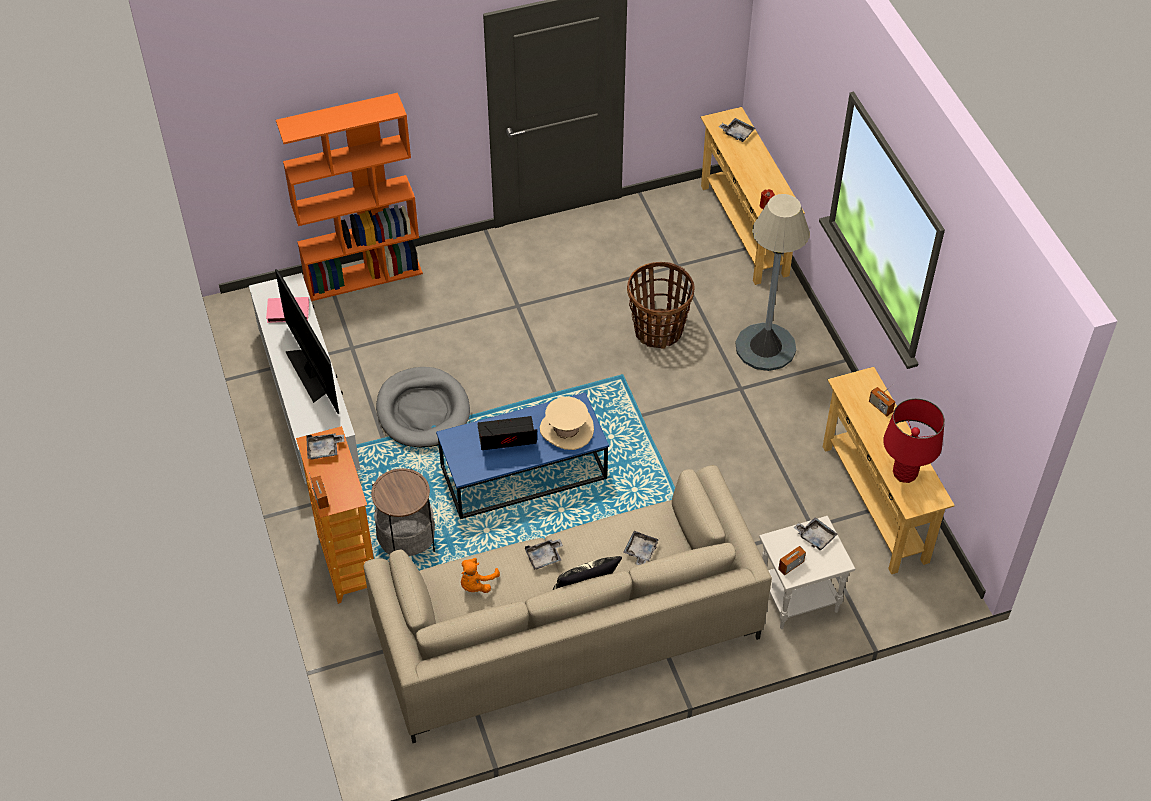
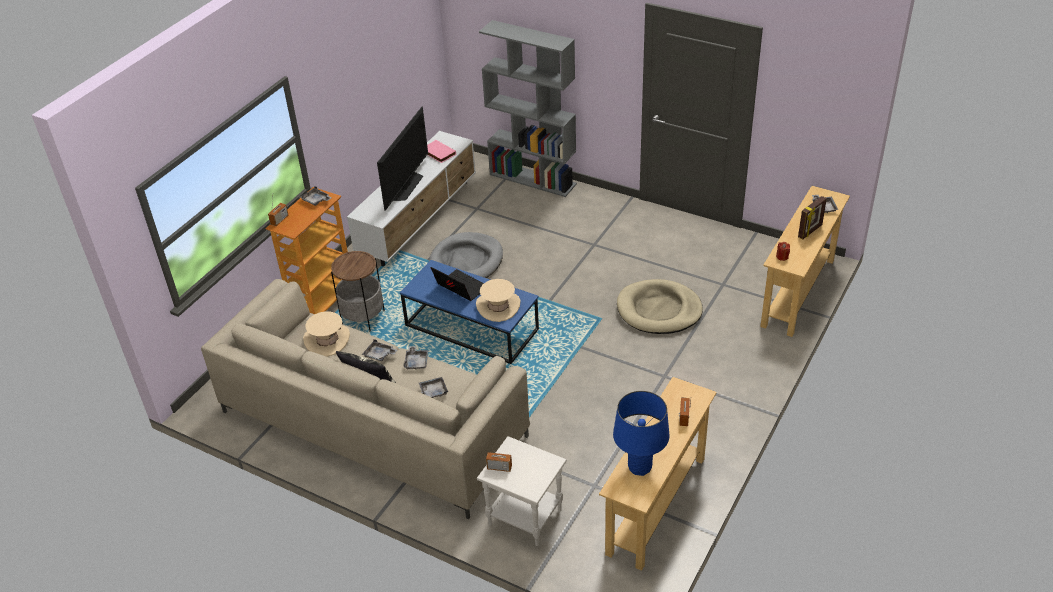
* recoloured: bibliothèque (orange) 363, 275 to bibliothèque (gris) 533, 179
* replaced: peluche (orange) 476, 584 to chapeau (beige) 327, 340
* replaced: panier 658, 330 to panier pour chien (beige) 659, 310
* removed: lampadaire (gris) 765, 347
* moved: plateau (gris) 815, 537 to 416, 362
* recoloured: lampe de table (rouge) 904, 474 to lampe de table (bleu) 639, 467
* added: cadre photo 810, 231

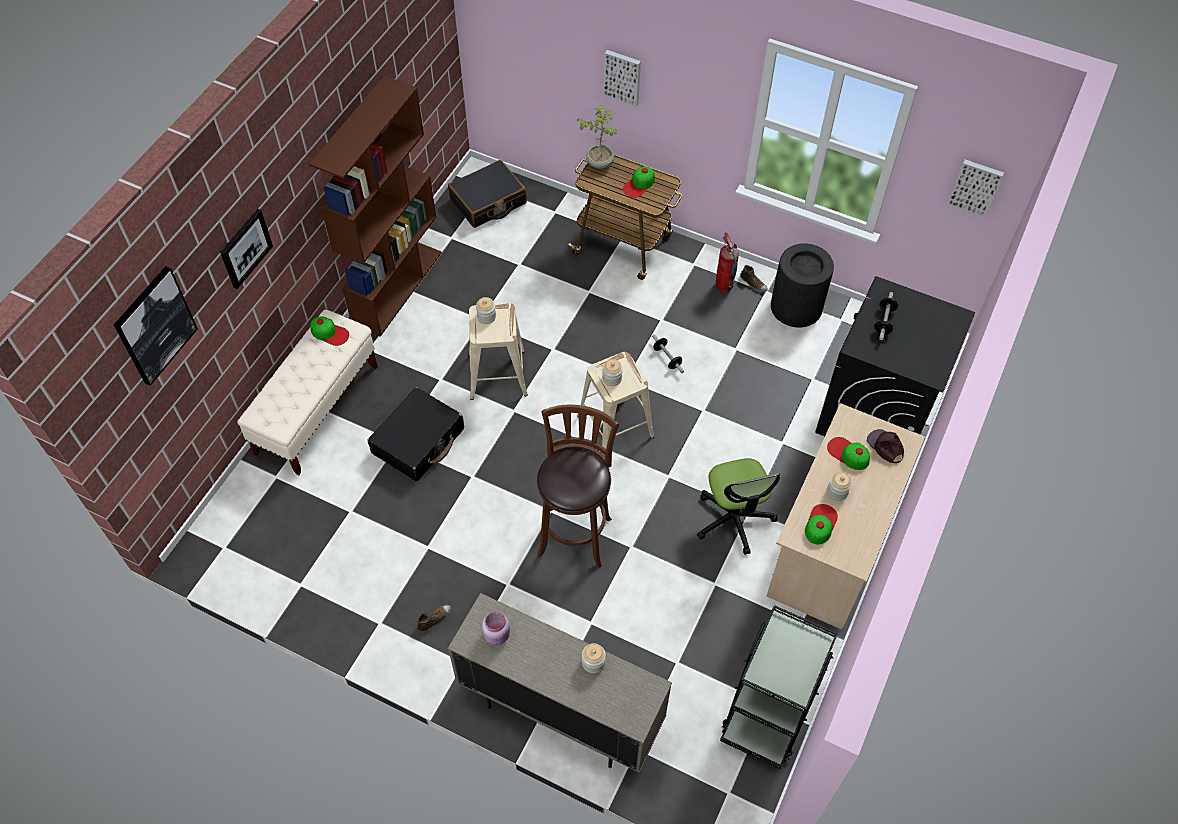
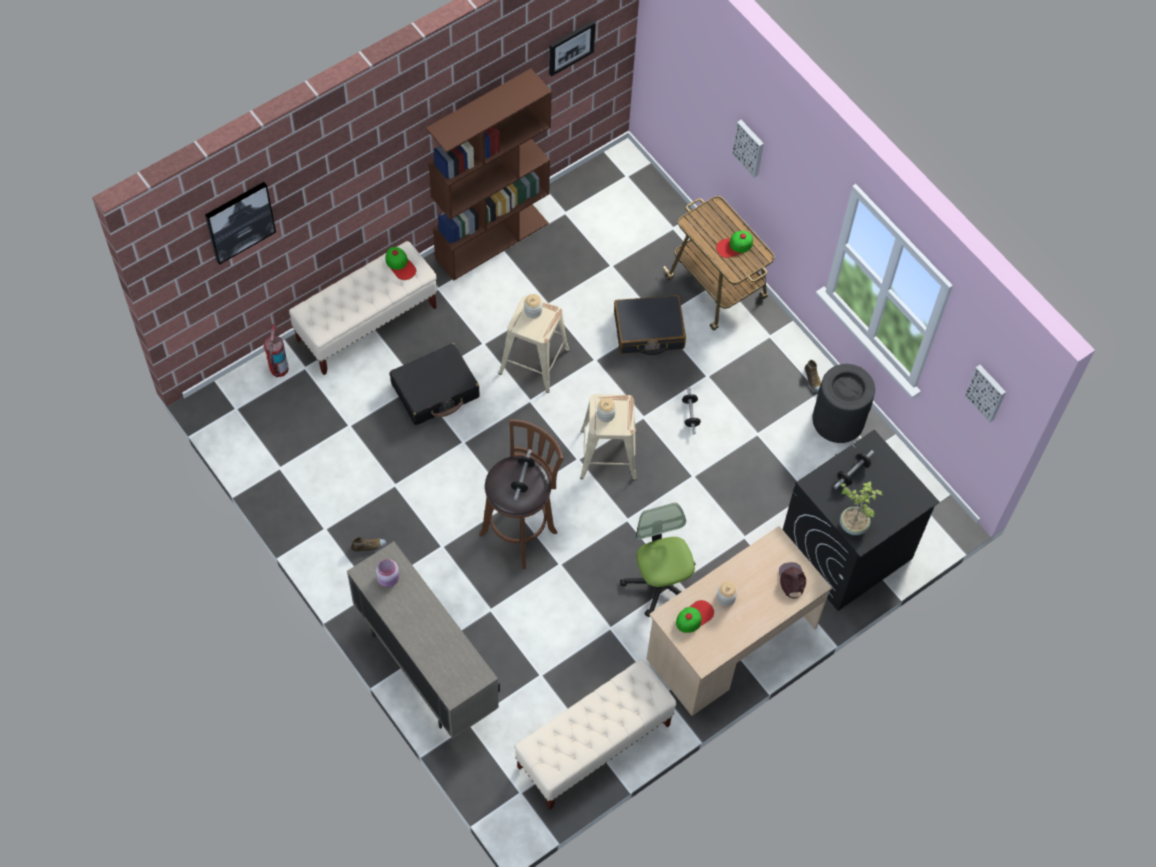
* moved: tableau 245, 248 to 570, 47
* moved: valise (noir) 488, 202 to 648, 331
* moved: plante en pot 599, 162 to 853, 524
* removed: bocal 593, 662
* turned: chaise de bureau 734, 519 = 660, 582 150 degrees clockwise
* moved: extincteur 724, 285 to 278, 369
* replaced: chariot (noir) 770, 707 to banc (beige) 593, 746
* removed: casquette 848, 454
* added: haltère 522, 478

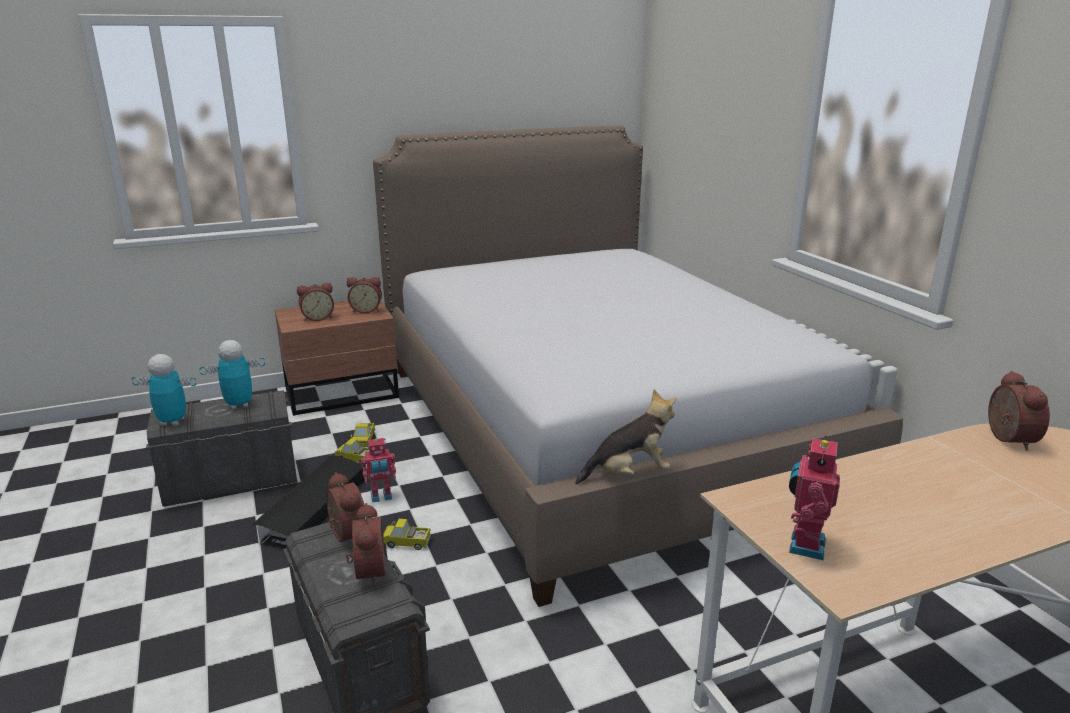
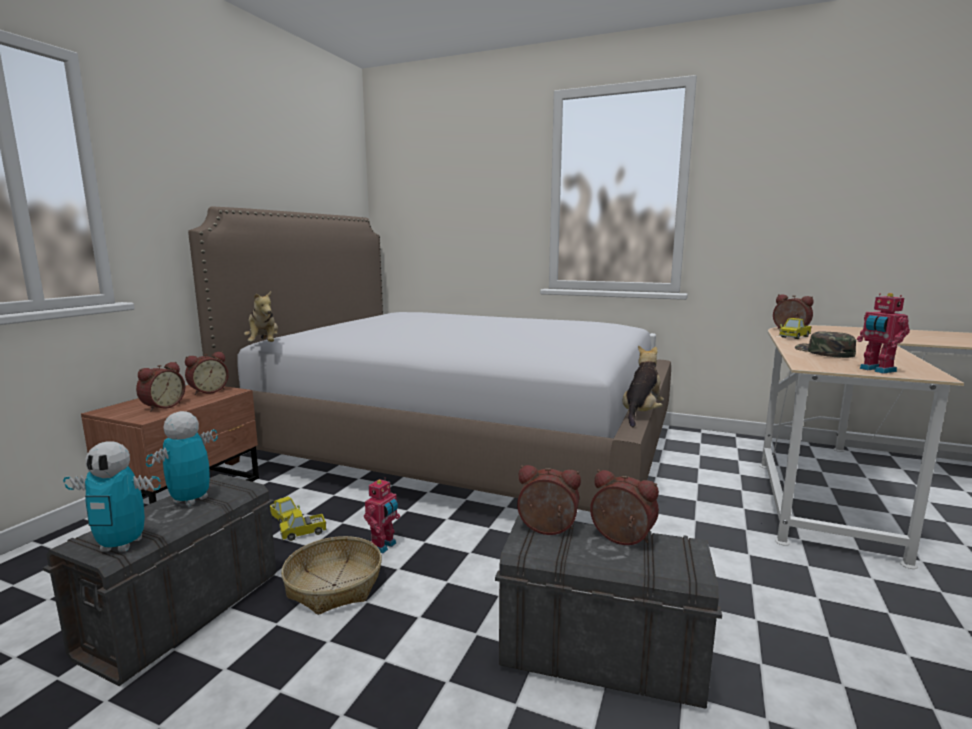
* turned: robot jouet 172, 422 = 122, 545 135 degrees counterclockwise
* replaced: boîte de rangement (noir) 313, 509 to panier 334, 585
* moved: camion jouet 406, 543 to 794, 337
* added: peluche 264, 345
* added: casquette (vert) 823, 352

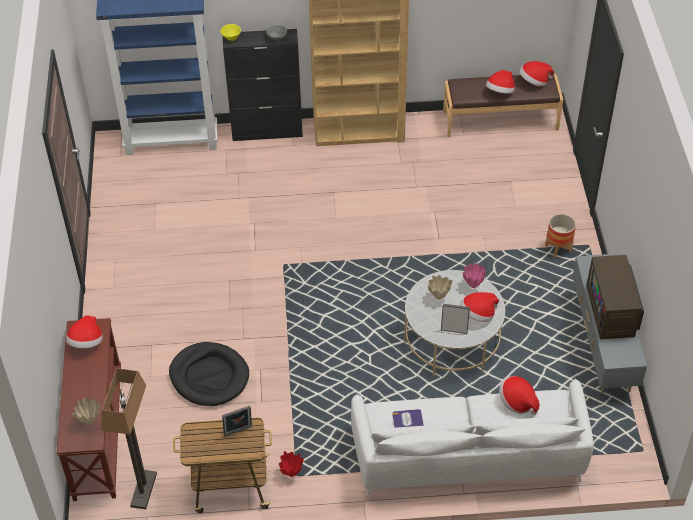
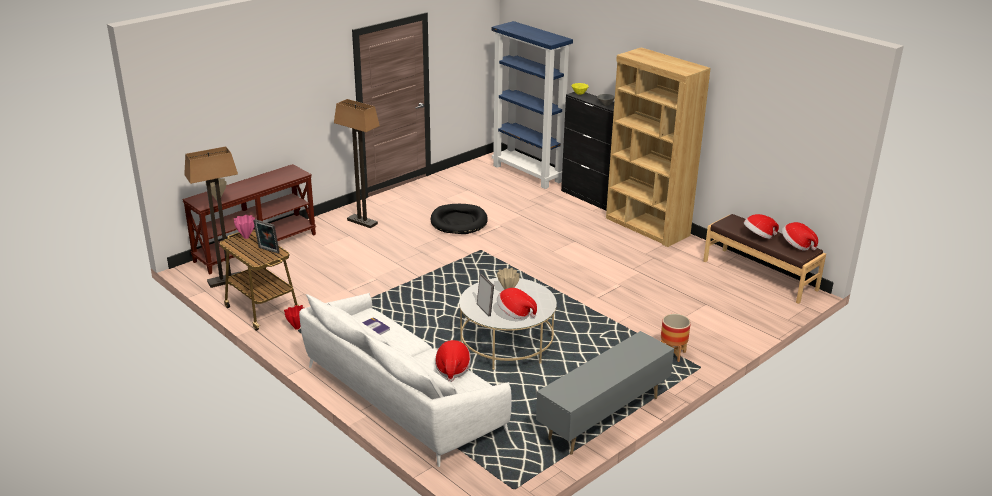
* removed: chapeau 86, 342
* moved: panier pour chien (noir) 209, 376 to 459, 222
* moved: vase (rose) 473, 285 to 246, 237
* removed: téléviseur 612, 311
* added: lampadaire 362, 222

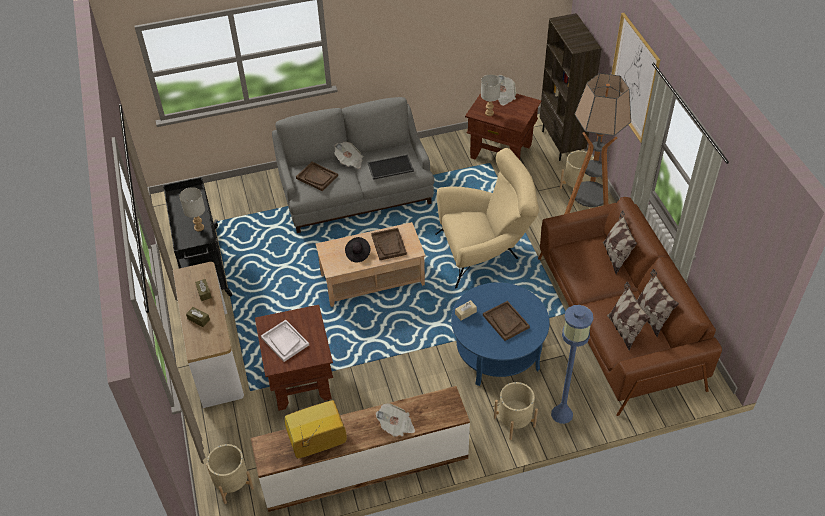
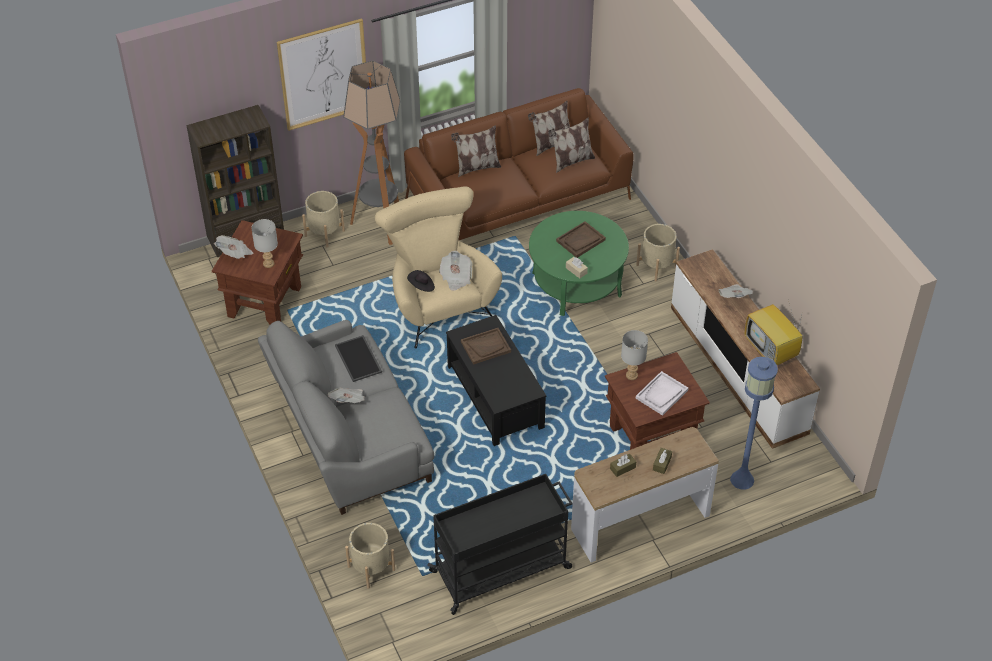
* moved: lampe de table (gris) 199, 228 to 632, 375
* moved: cache-pot (beige) 232, 484 to 371, 568
* removed: plateau (marron) 317, 177
* recoloured: table basse (beige) 372, 278 to table basse (noir) 494, 397
* moved: chapeau (noir) 357, 254 to 421, 286
* recoloured: table basse (bleu) 497, 352 to table basse (vert) 576, 283
* moved: lampadaire (bleu) 561, 414 to 742, 480
* added: journal 456, 277

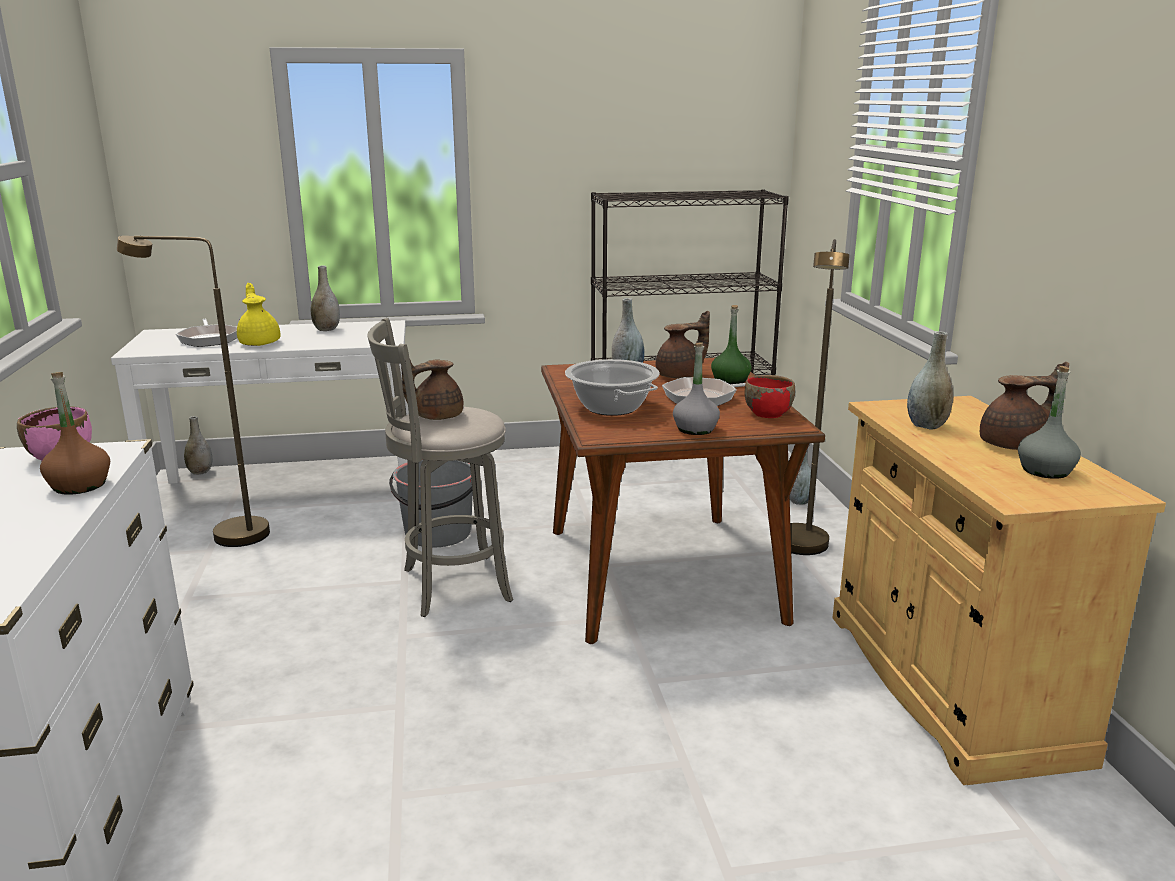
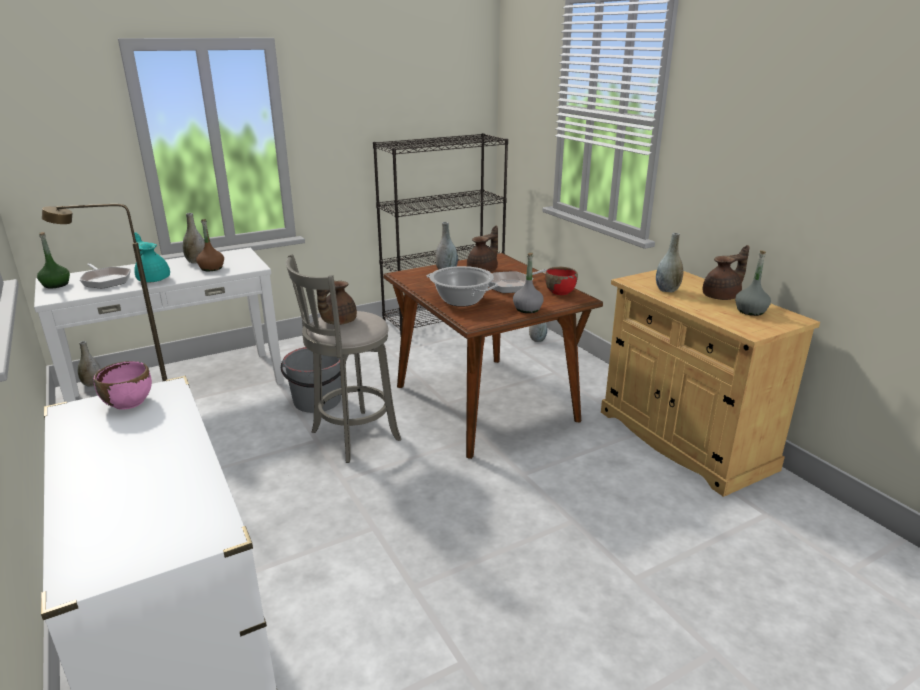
* moved: bouteille (marron) 79, 485 to 211, 268
* recoloured: théière (jaune) 260, 343 to théière (turquoise) 153, 279
* moved: bouteille (vert) 730, 380 to 56, 285
* removed: lampadaire (marron) 802, 550

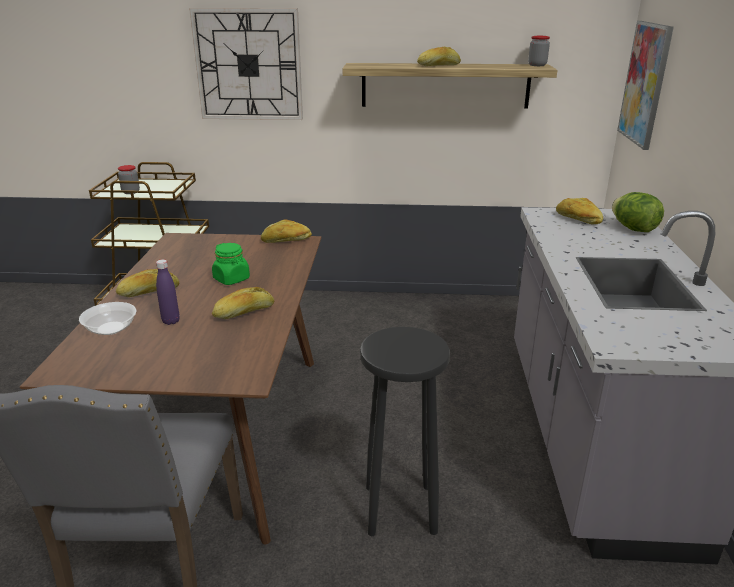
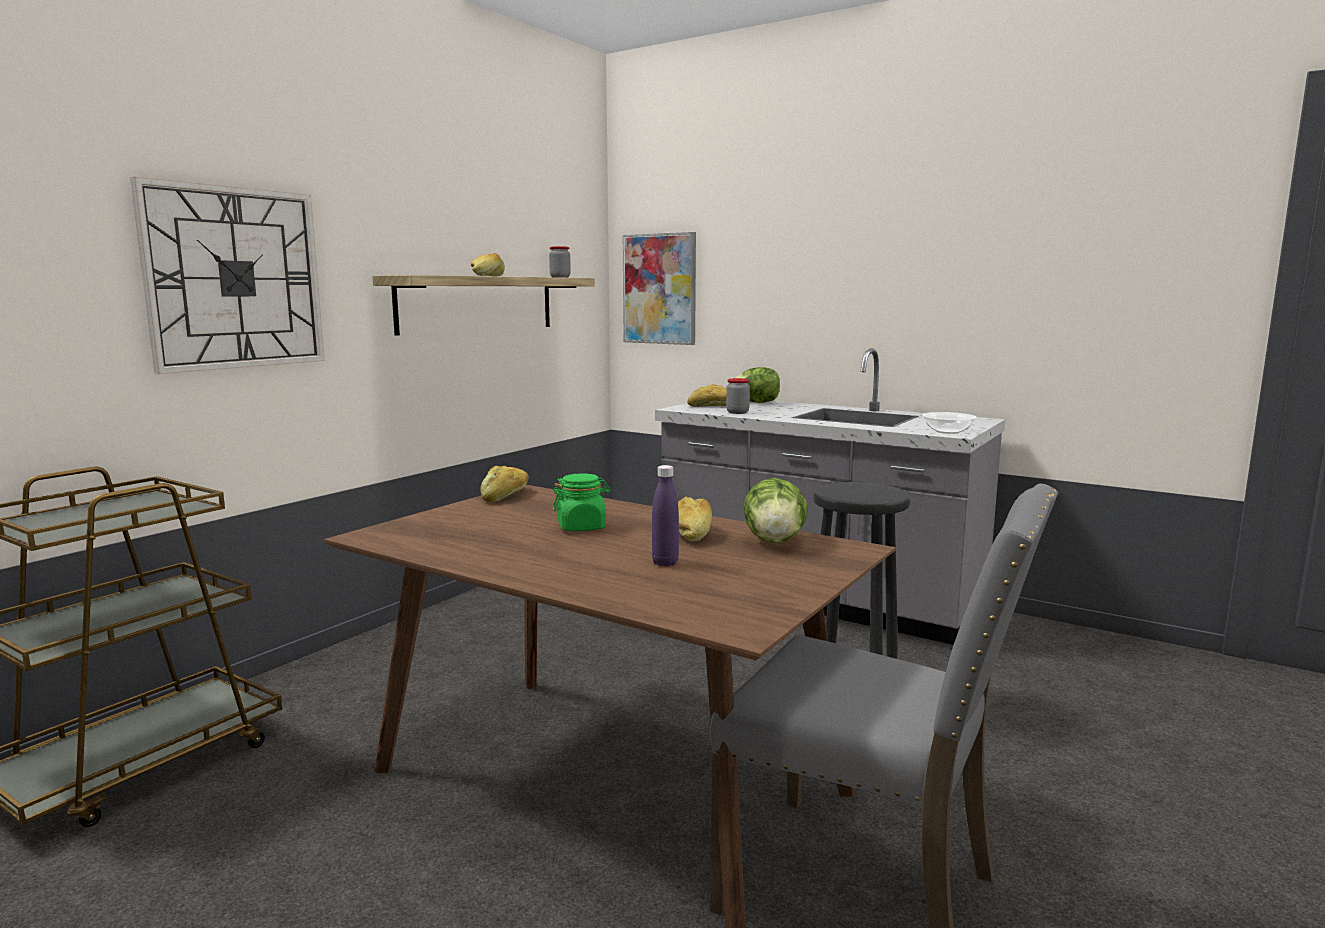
* moved: bol 110, 329 to 948, 431
* removed: pain 149, 292
* moved: bocal 131, 192 to 737, 412
* added: laitue 774, 541

